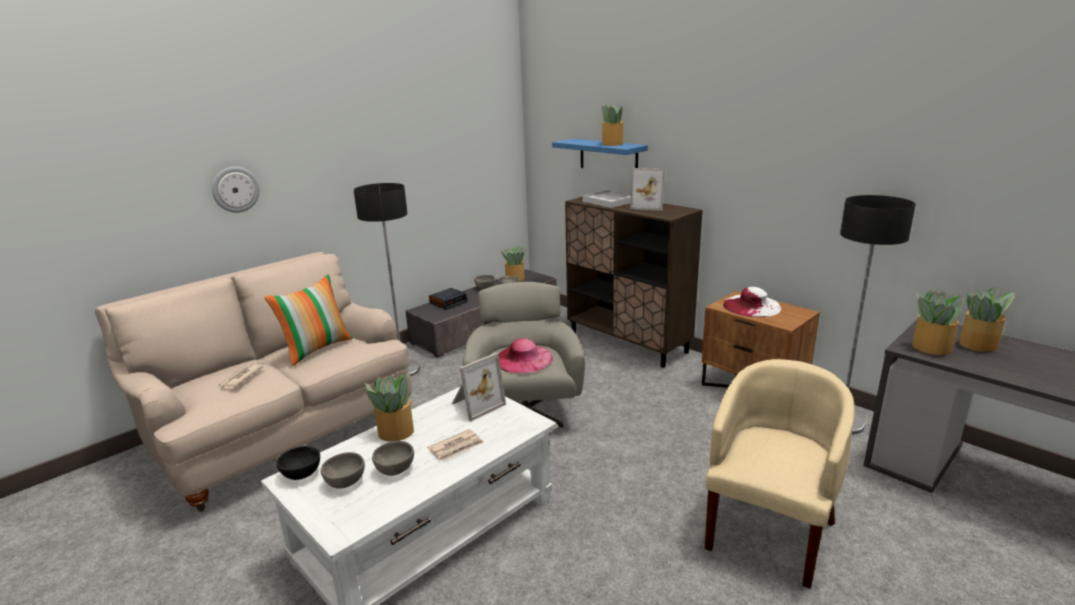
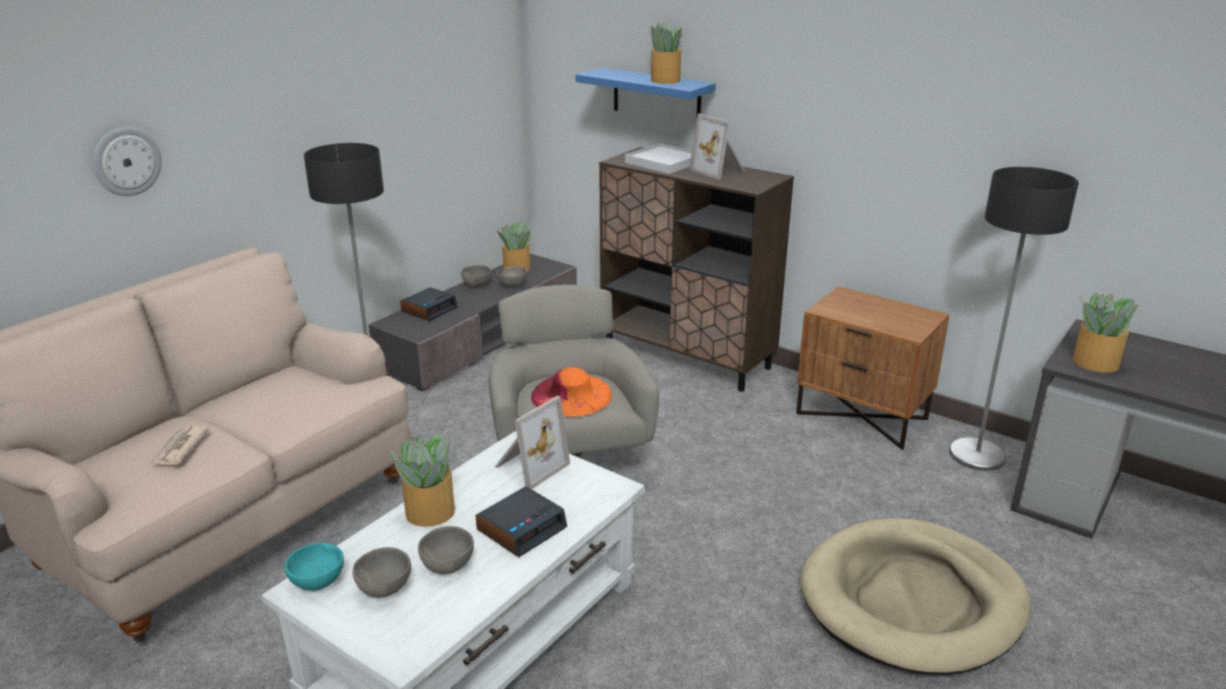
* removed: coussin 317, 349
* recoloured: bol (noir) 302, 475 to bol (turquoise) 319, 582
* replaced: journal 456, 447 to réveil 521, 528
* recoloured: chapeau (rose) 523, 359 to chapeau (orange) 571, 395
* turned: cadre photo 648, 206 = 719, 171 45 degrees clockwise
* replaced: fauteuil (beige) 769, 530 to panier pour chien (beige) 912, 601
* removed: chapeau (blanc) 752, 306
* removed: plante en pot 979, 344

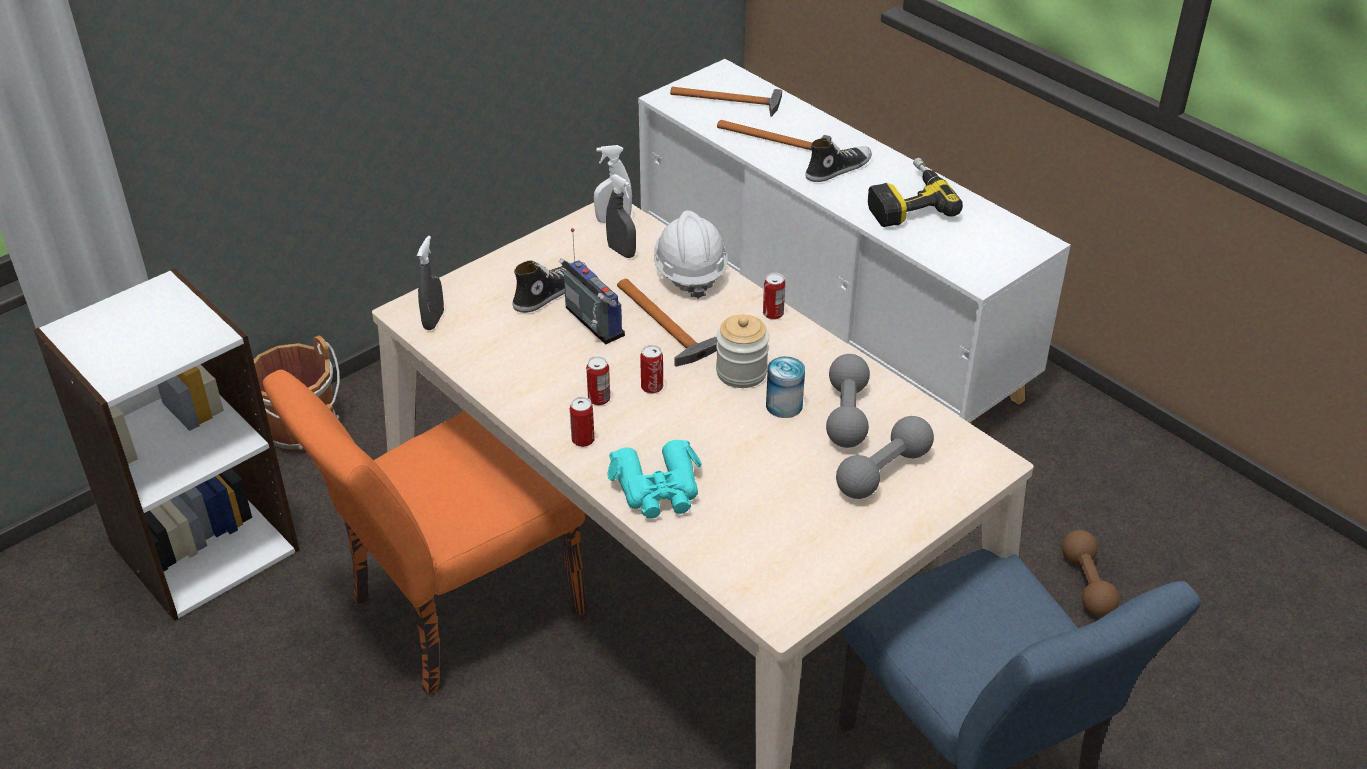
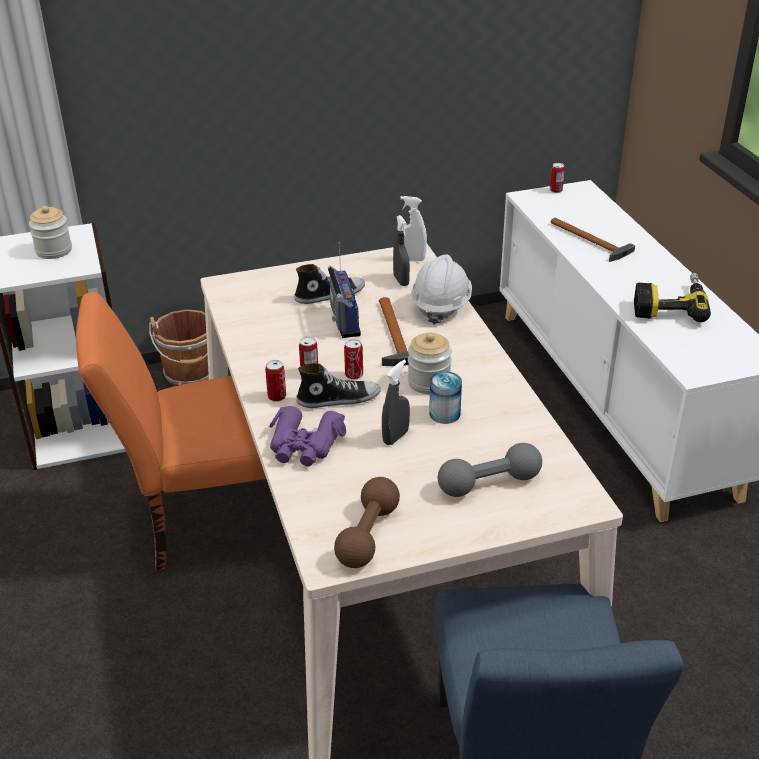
* moved: vaporisateur (gris) 433, 320 to 395, 437
* recoloured: jumelles (turquoise) 658, 489 to jumelles (violet) 304, 445
* removed: marteau 731, 101
* moved: boîte métallique 773, 314 to 556, 190
* moved: chaussure 838, 169 to 338, 399
* removed: haltère (gris) 846, 415
* moved: haltère (marron) 1087, 584 to 368, 535
* added: bocal 54, 250

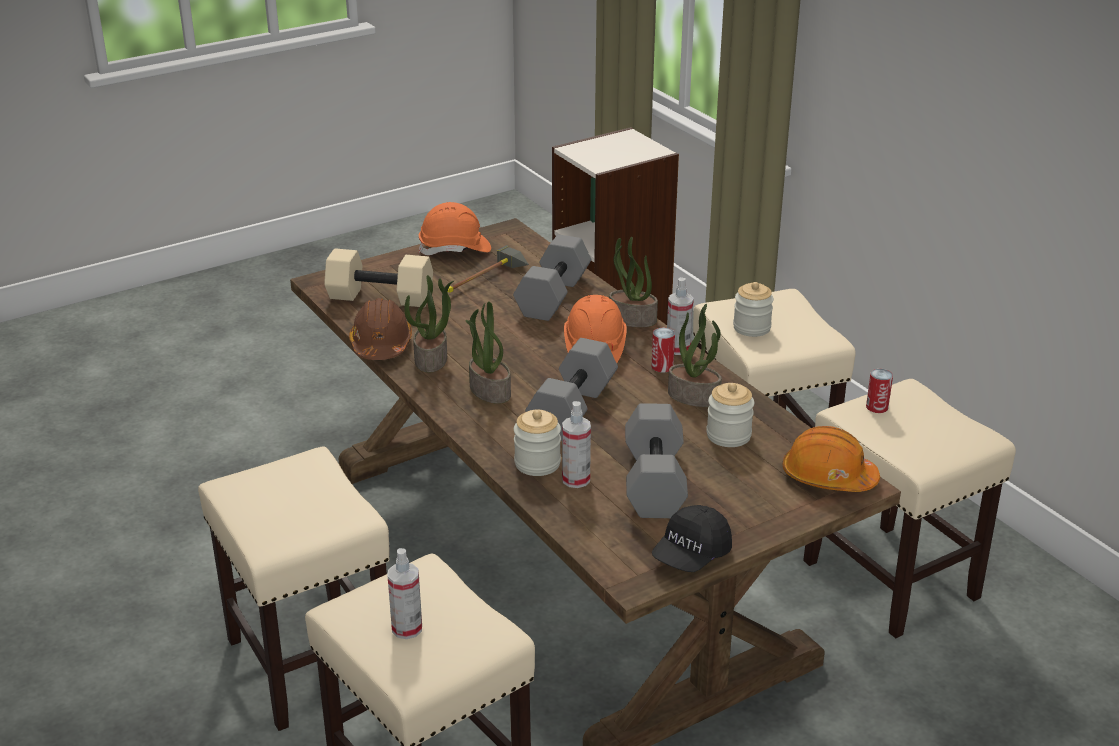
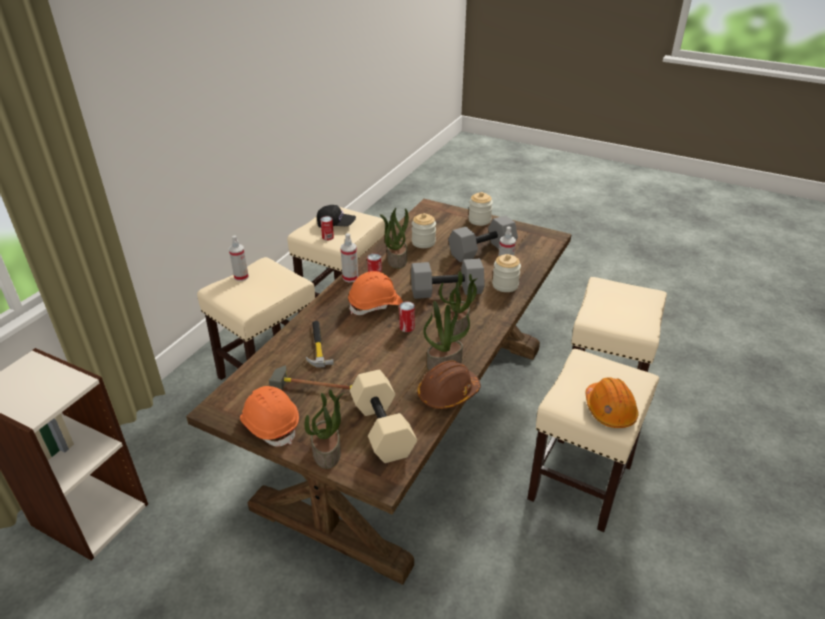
* moved: vaporisateur 407, 628 to 241, 277
* replaced: haltère (gris) 552, 295 to marteau 317, 345
* moved: plante en pot 631, 319 to 327, 452
* moved: casquette (noir) 691, 555 to 336, 224
* moved: bocal 751, 328 to 479, 220
* moved: casque de chantier (orange) 828, 477 to 609, 410
* added: boîte métallique 407, 327

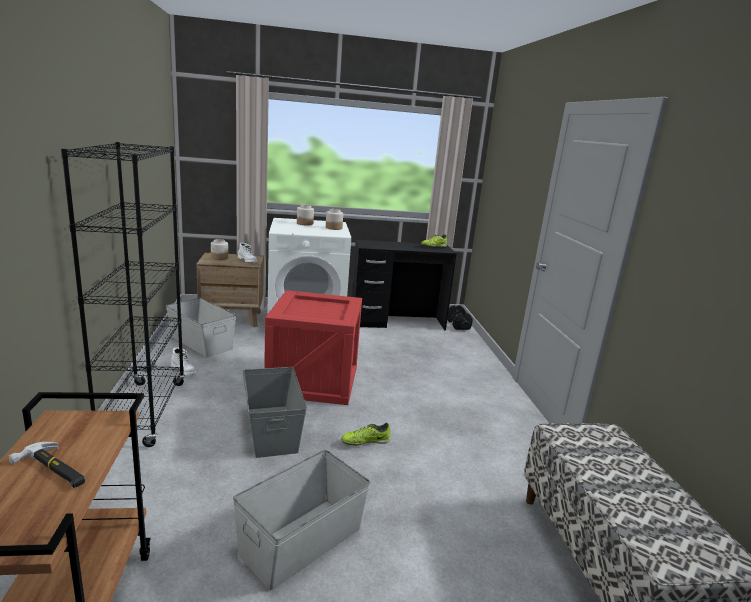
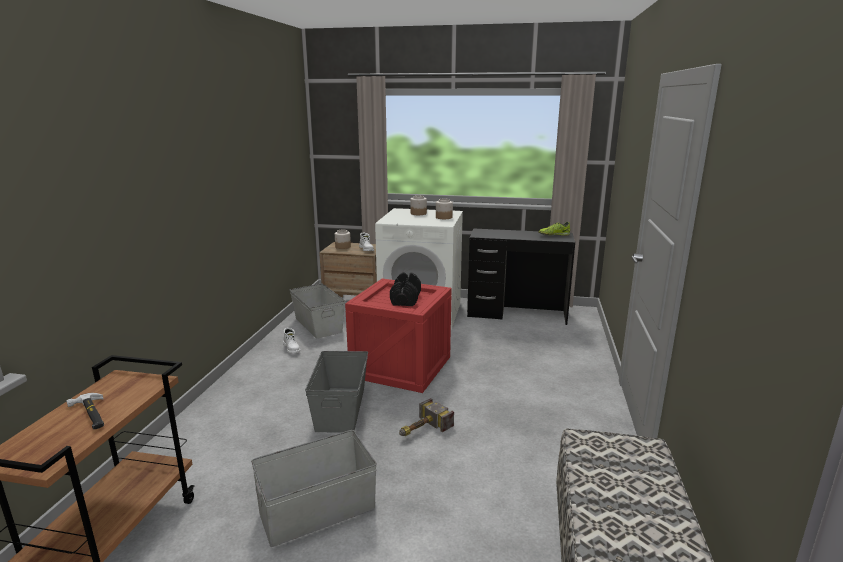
* removed: bibliothèque (noir) 144, 412
* replaced: chaussure 365, 441 to marteau 421, 429
* moved: haltère (noir) 458, 325 to 406, 299

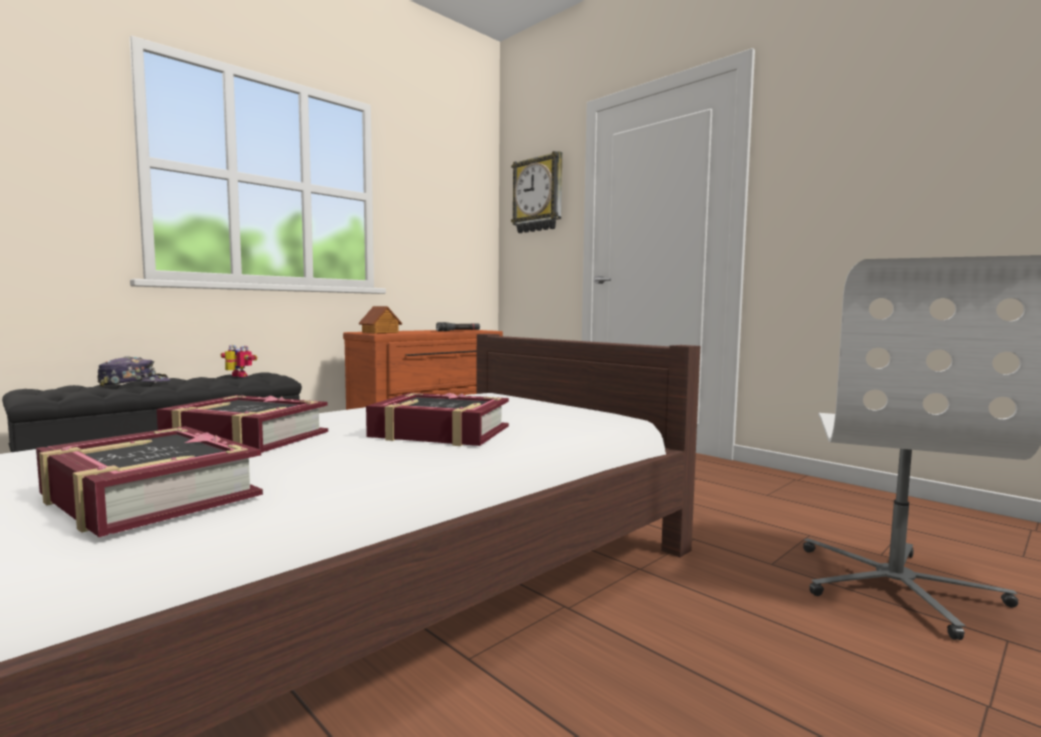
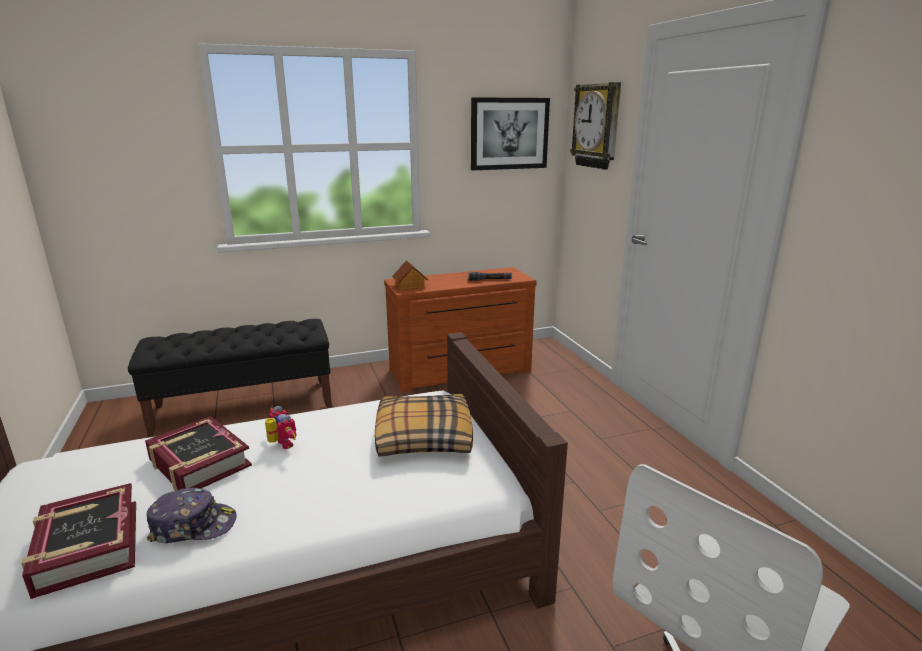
* moved: casquette 134, 383 to 193, 526
* moved: robot jouet 236, 376 to 281, 445
* removed: livre 440, 432
* added: coussin 423, 436
* added: tableau 509, 133

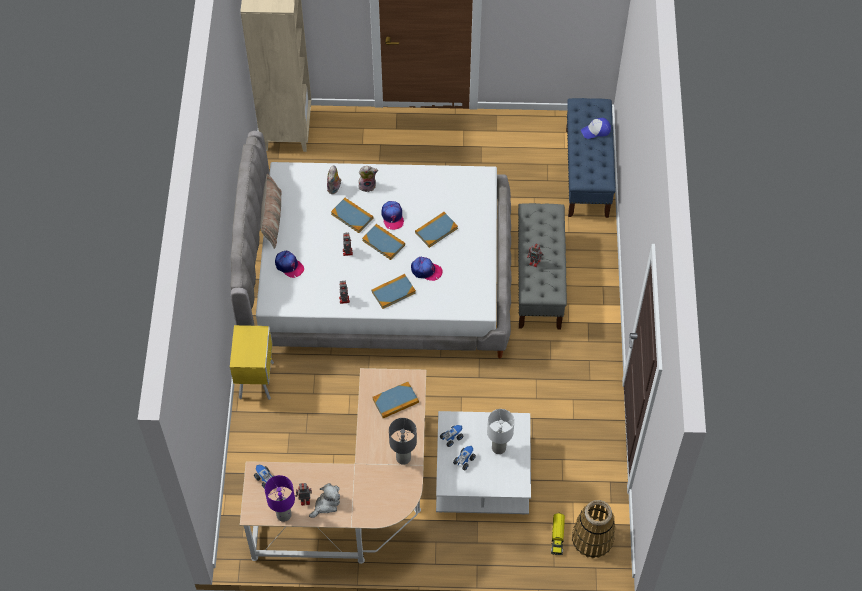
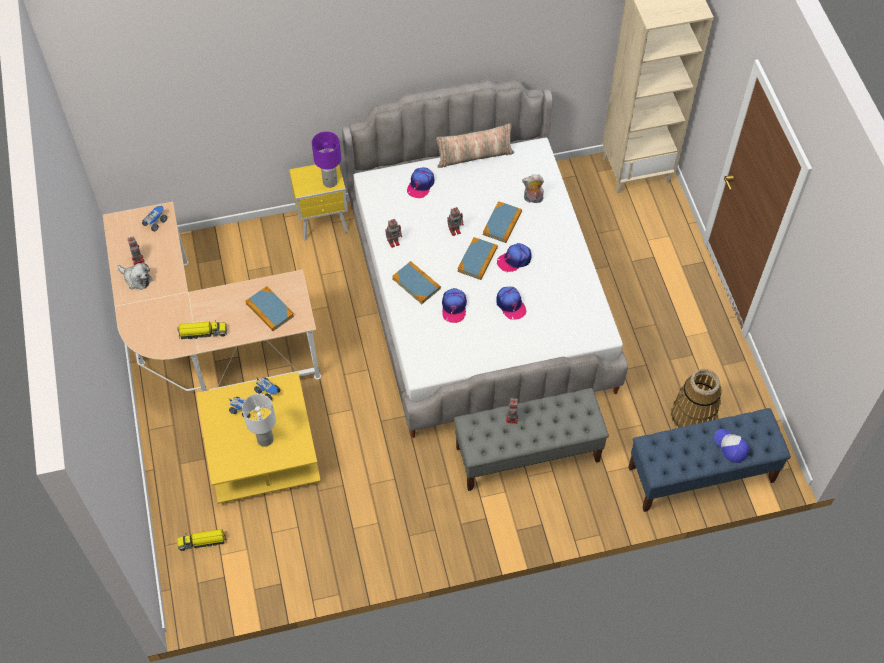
* moved: lampe de table (violet) 284, 514 to 330, 182
* removed: peluche 367, 185
* replaced: lampe de table (gris) 403, 458 to camion jouet 202, 332
* replaced: livre 436, 230 to casquette 510, 305
* recoloured: table basse (blanc) 481, 473 to table basse (jaune) 263, 449
* moved: panier 592, 538 to 693, 415

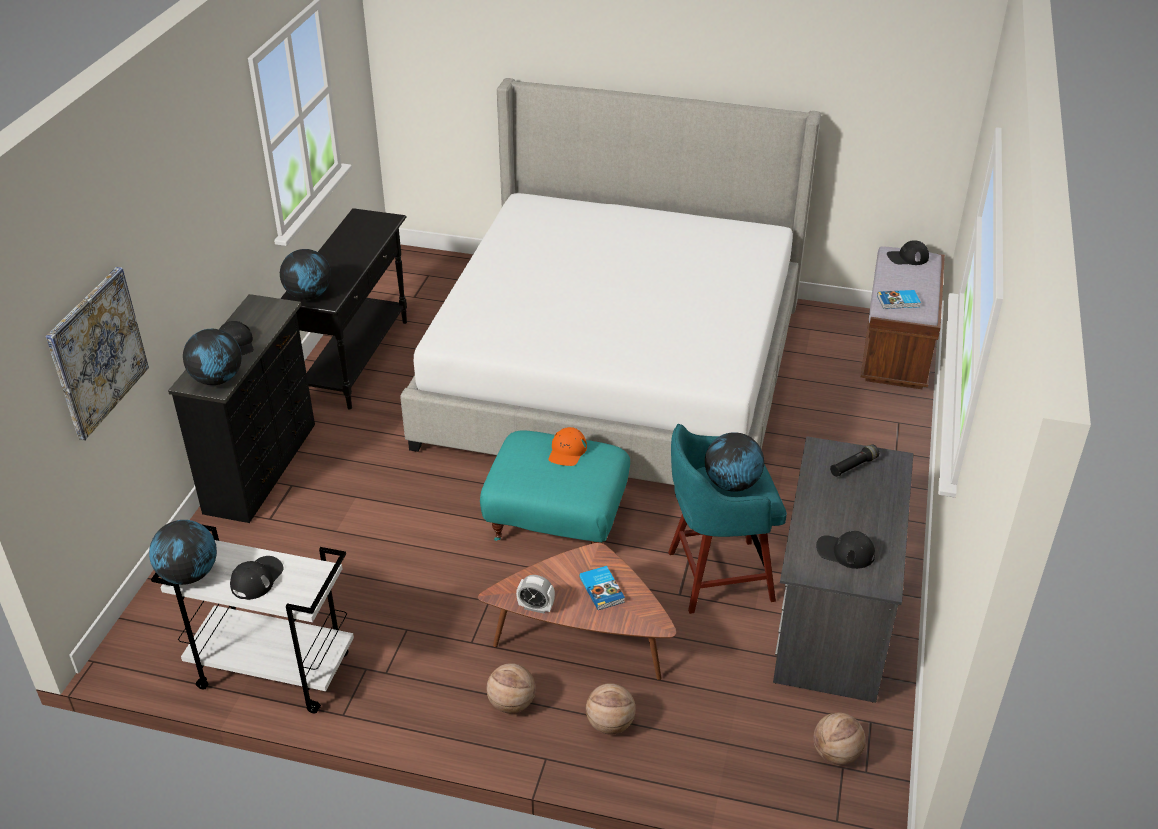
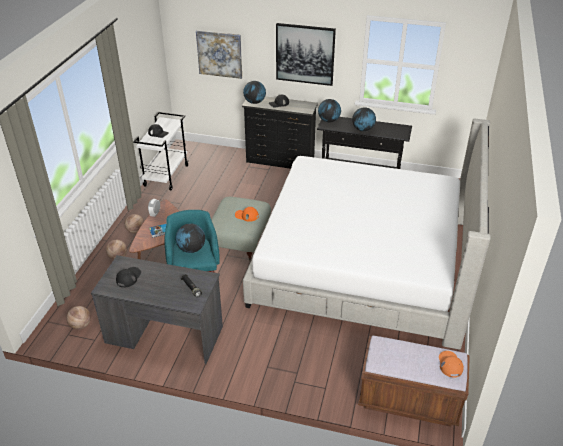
* moved: globe 189, 575 to 363, 129
* recoloured: pouf (turquoise) 557, 522 to pouf (gris) 240, 242
* removed: livre 898, 302
* recoloured: casquette (noir) 907, 257 to casquette (orange) 450, 364
* added: tableau 305, 54

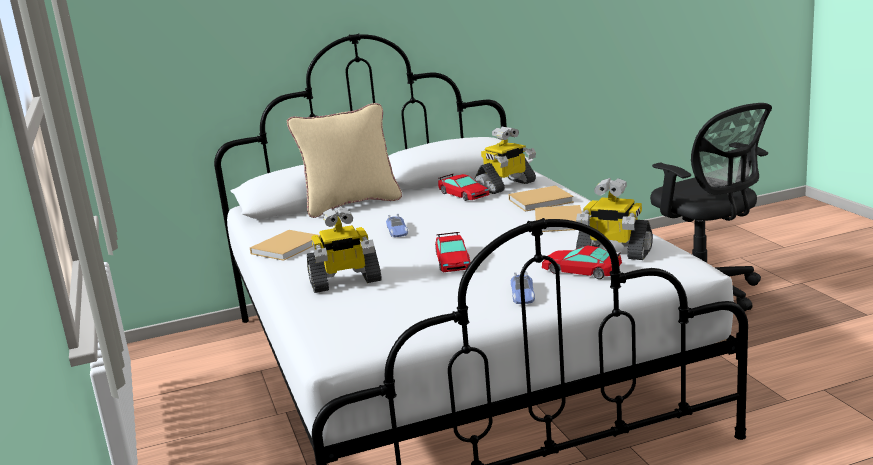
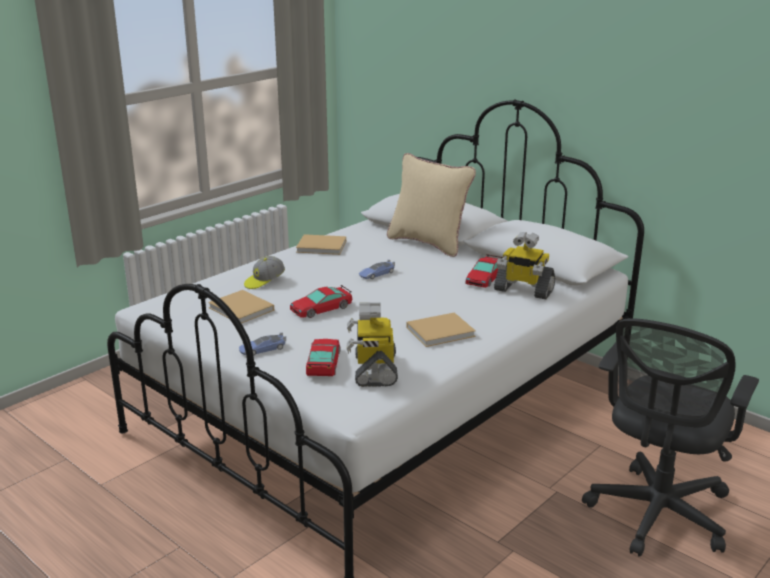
* replaced: robot jouet 345, 282 to casquette 264, 281
* moved: livre (beige) 542, 200 to 242, 309

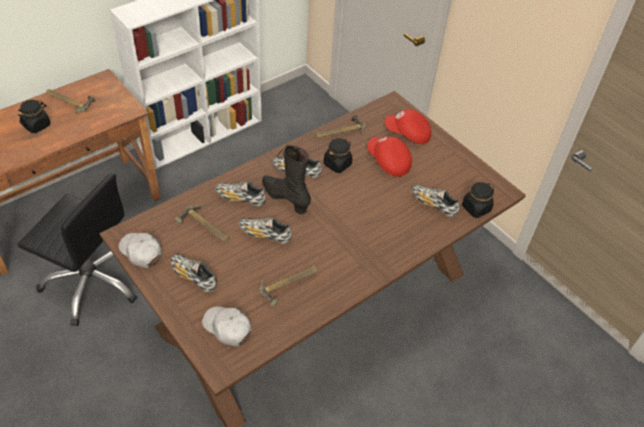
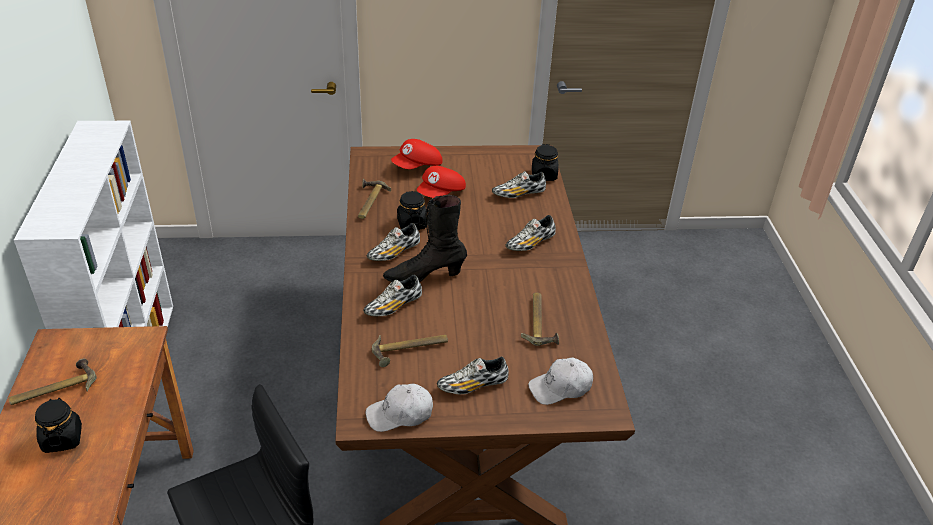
* moved: chaussure 265, 234 to 530, 243
* turned: casquette (rouge) 388, 162 = 441, 194 45 degrees counterclockwise

